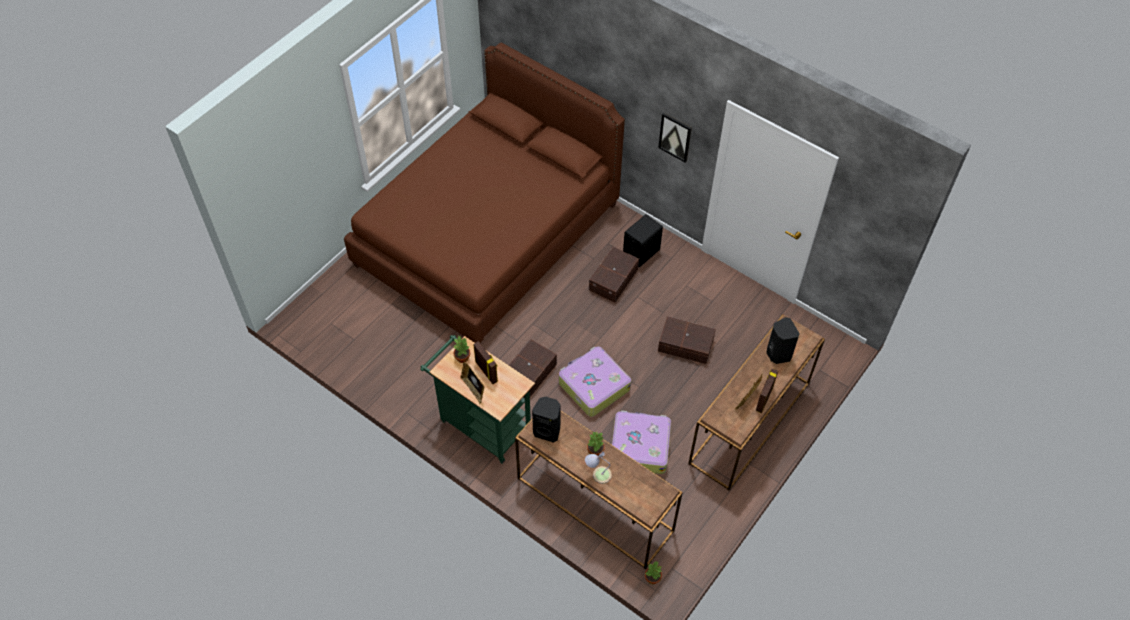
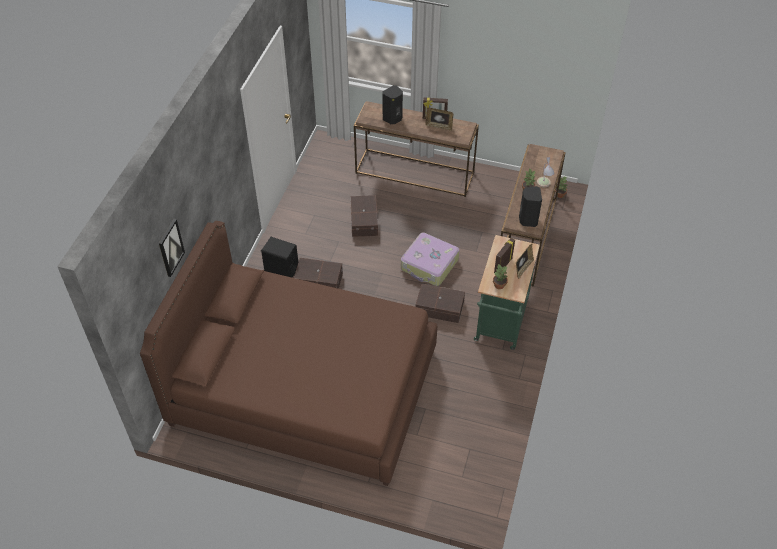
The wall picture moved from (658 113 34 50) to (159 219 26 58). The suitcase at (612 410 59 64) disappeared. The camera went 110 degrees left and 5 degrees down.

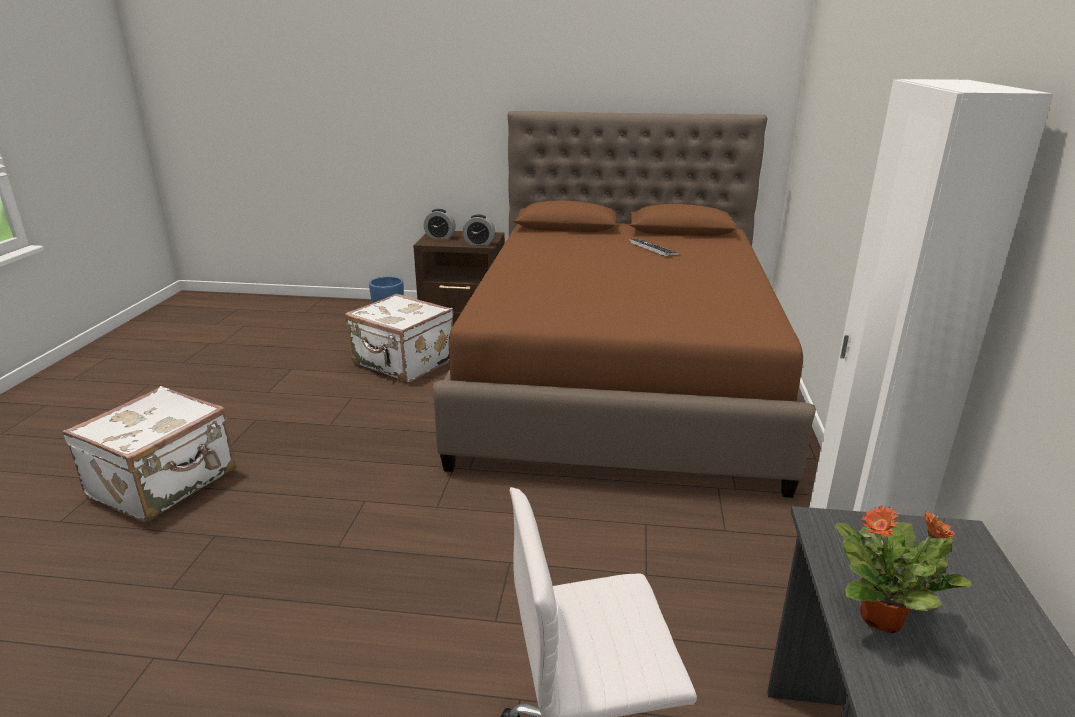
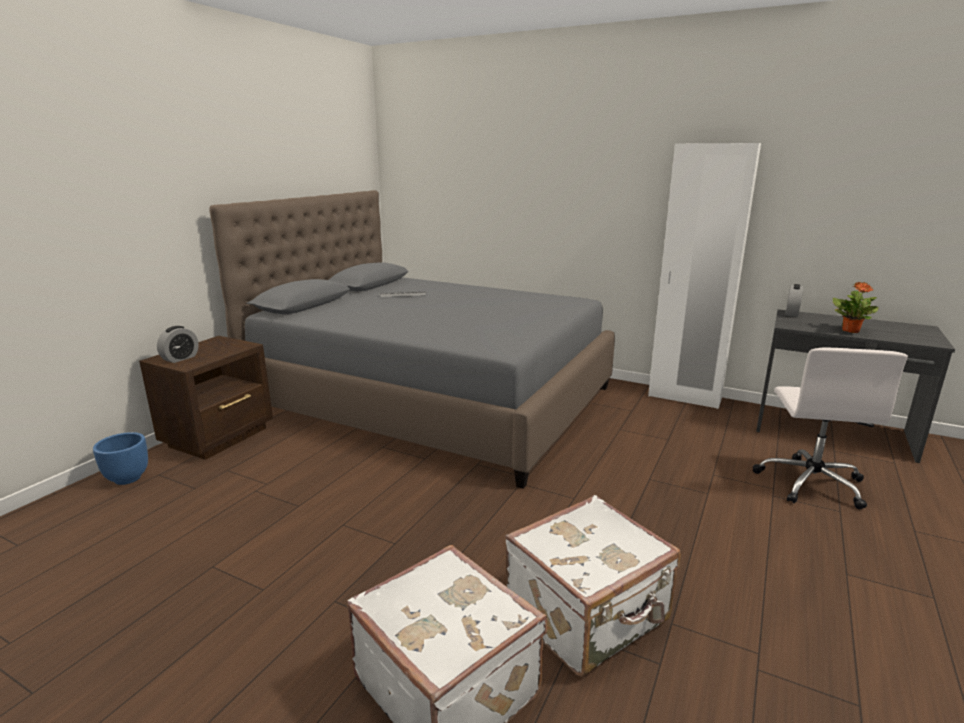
The brown-coloured bedroom bed at (433 111 383 387) became the gray bedroom bed at (209 190 406 299). The white suitcase moved from (345 294 109 88) to (505 495 176 182). The bedside clock moved from (463 214 32 31) to (785 284 18 33). The camera went 70 degrees left and 5 degrees down.

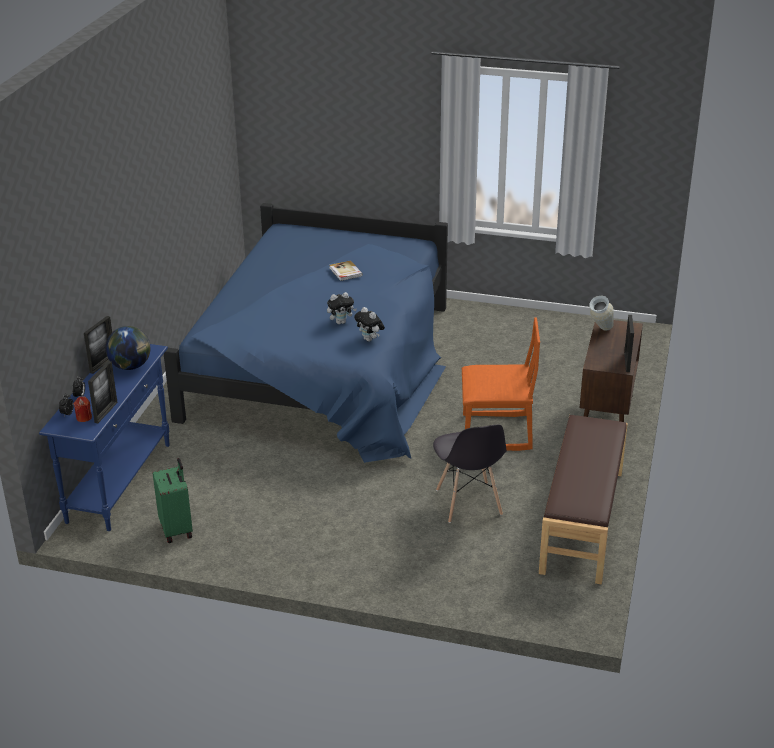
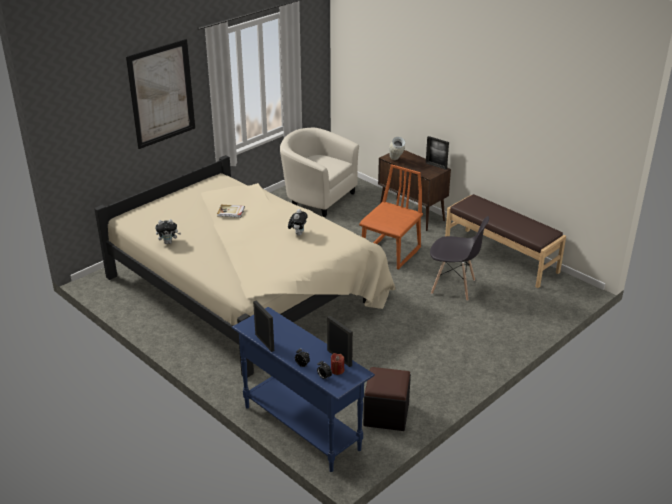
The bluish bedroom bed at (164 203 284 260) became the sand-coloured bedroom bed at (94 155 302 223). The wall picture at (126 39 69 110) appeared. The plush toy moved from (354 307 31 35) to (155 219 26 25). The sand-coloured lounge chair at (280 128 79 89) appeared. The green-coloured suitcase at (153 458 40 85) was replaced by the black-coloured ottoman at (363 367 48 64). The desk globe at (106 326 44 44) disappeared. The camera went 60 degrees left and 0 degrees up.

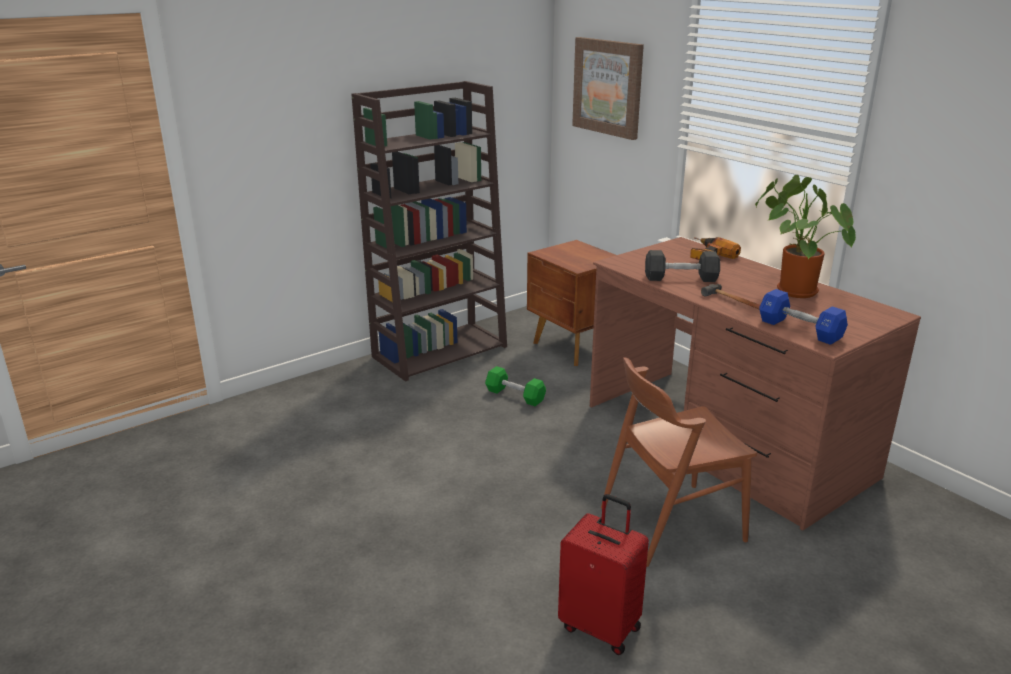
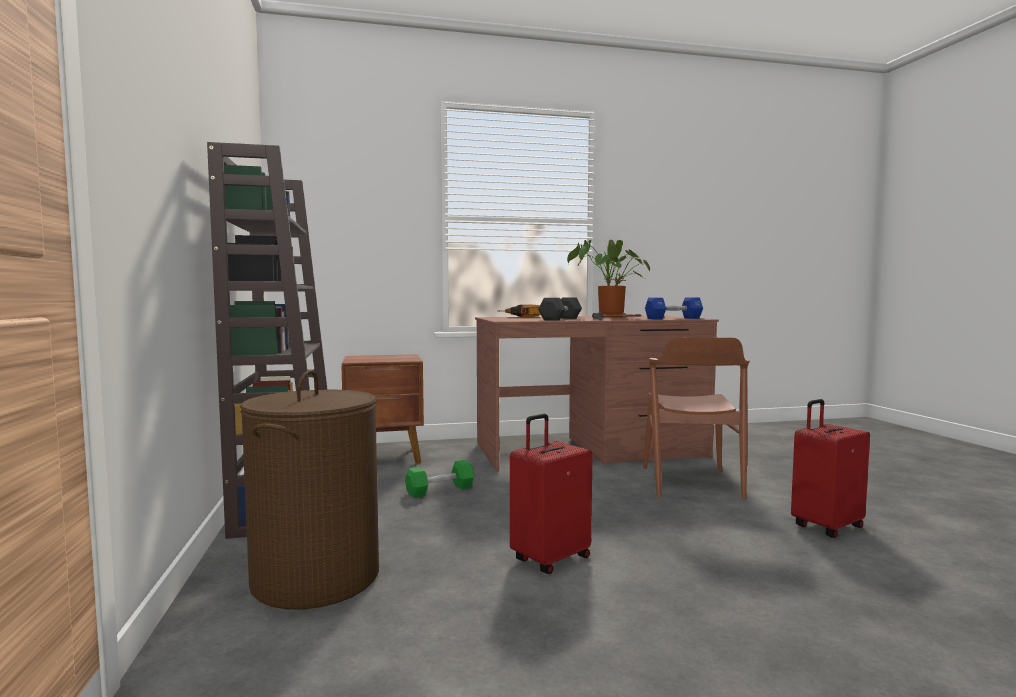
The brown-coloured hamper at (240 370 139 239) appeared. The red-coloured suitcase at (510 414 82 160) appeared. The wall picture at (572 37 72 103) disappeared. The camera went 65 degrees left and 20 degrees down.

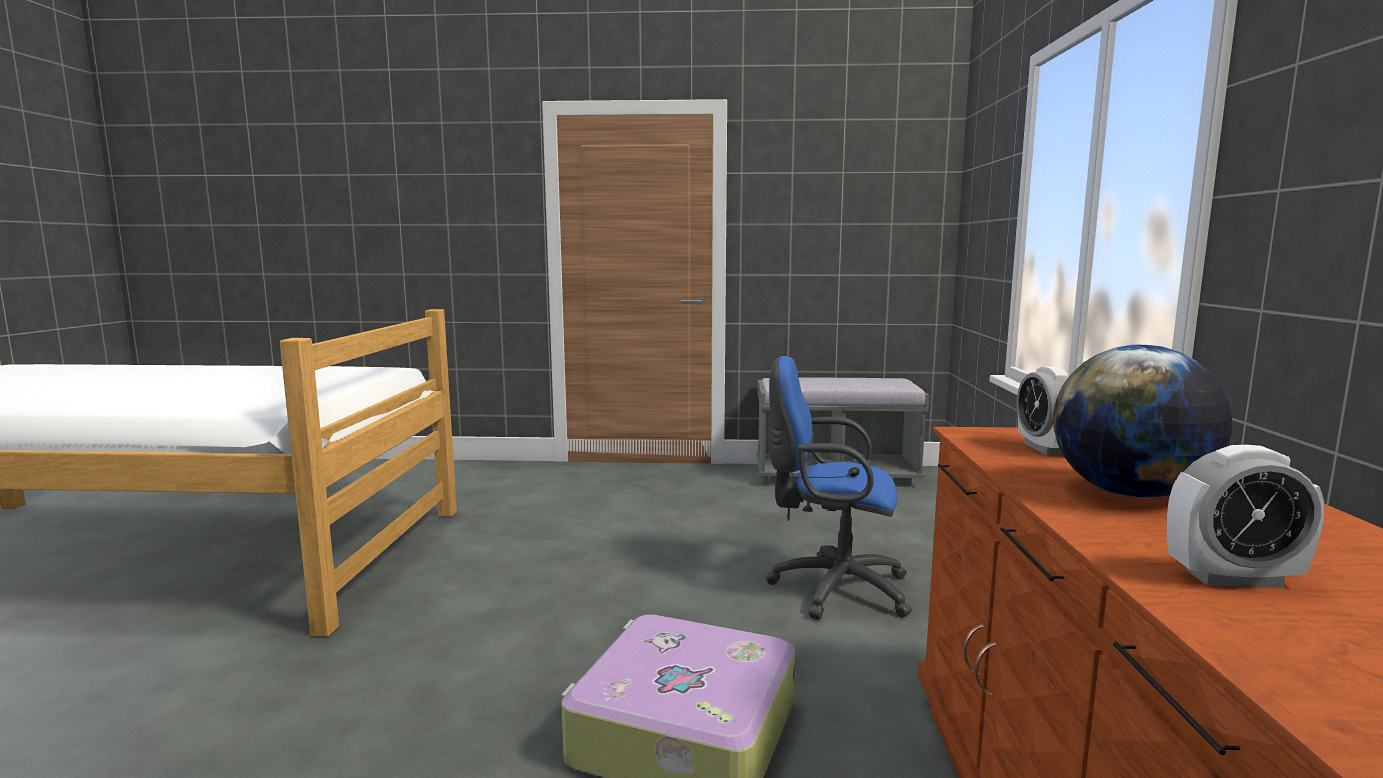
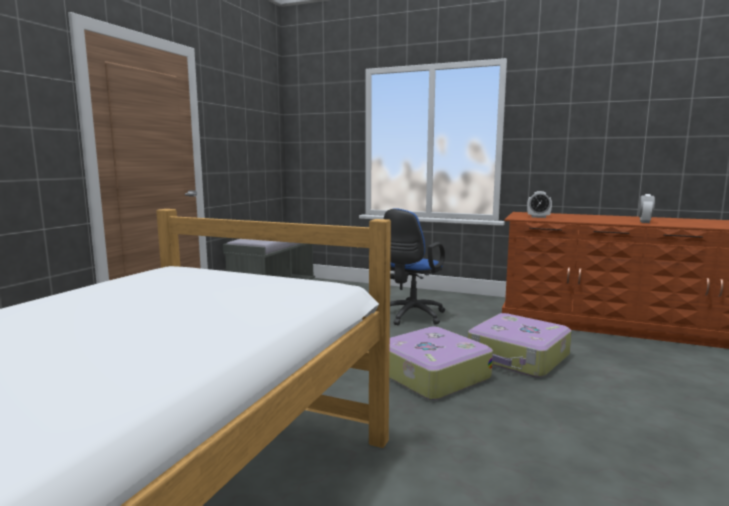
The suitcase at (389 326 104 74) appeared. The desk globe at (1053 345 179 153) disappeared. The camera went 70 degrees left and 0 degrees up.

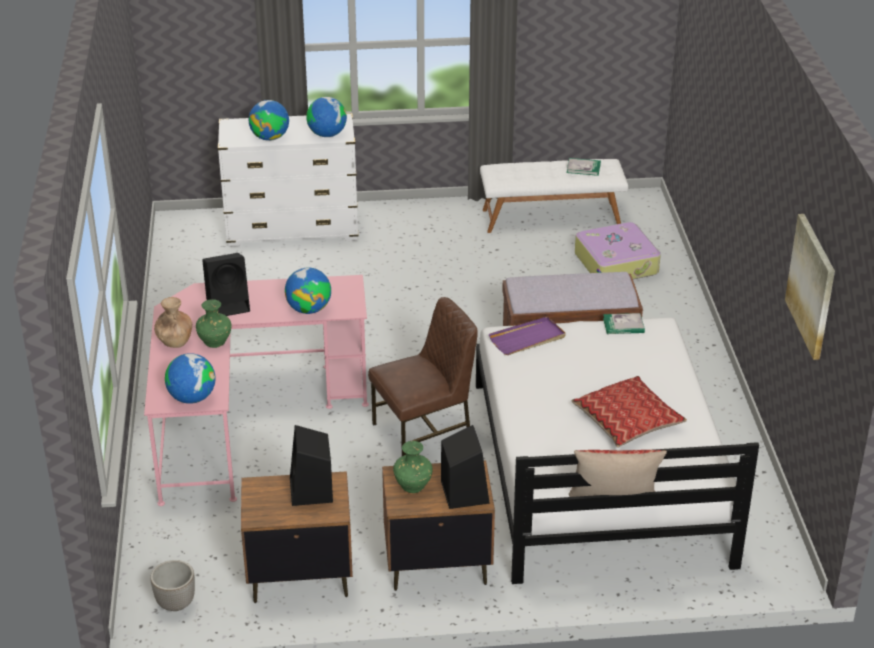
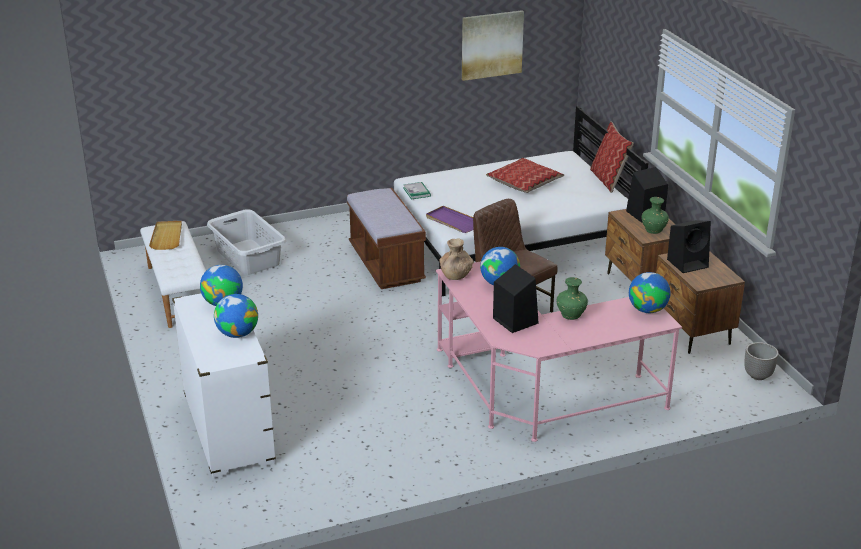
The bound book at (567 158 34 18) was replaced by the sand-coloured carrying tray at (149 221 33 29). The suitcase at (575 222 86 57) was replaced by the gray hamper at (207 209 79 66). The brown-coloured vase moved from (154 297 38 51) to (439 238 35 42). The camera went 105 degrees left and 5 degrees down.

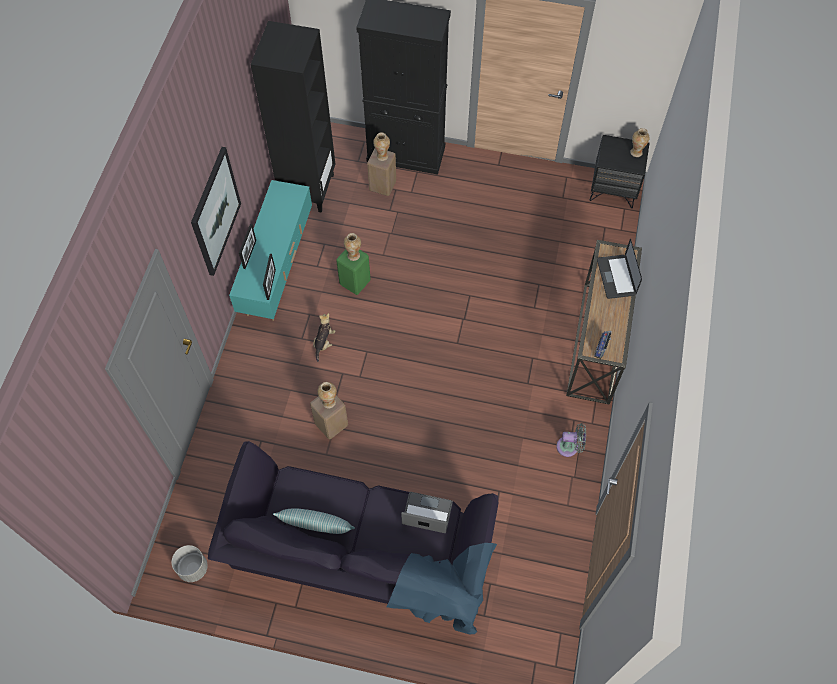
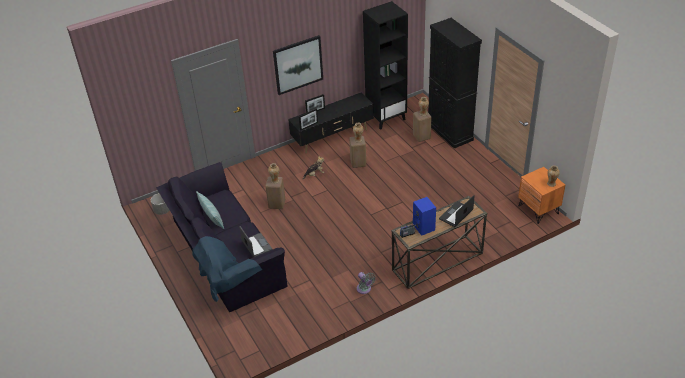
The blue-green tv unit at (229 180 83 141) became the black-coloured tv unit at (288 92 86 61). The green-coloured sitting stool at (336 249 35 46) became the sand-coloured sitting stool at (349 136 17 32). The bluish loudspeaker at (413 197 23 39) appeared. The black-coloured night table at (590 135 59 73) became the orange night table at (518 167 47 57). The camera went 50 degrees right and 20 degrees down.

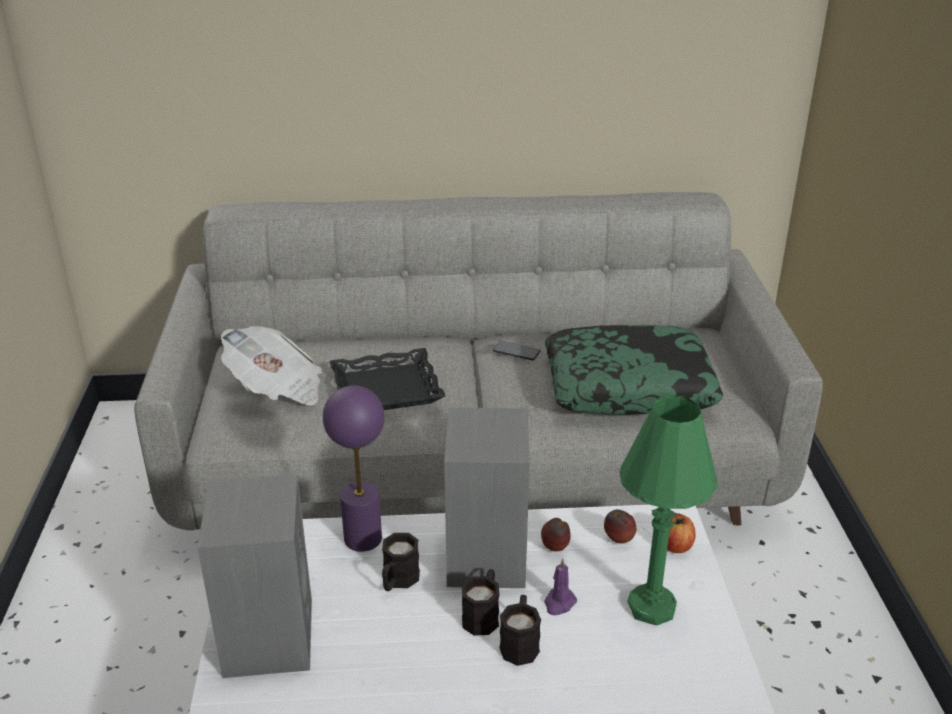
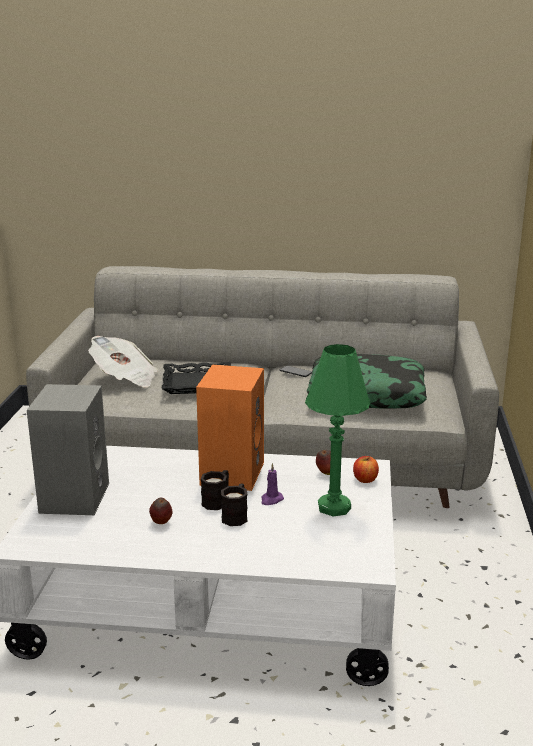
The apple fruit moved from (541 518 29 33) to (149 498 23 26). The gray loudspeaker at (444 407 86 181) became the orange loudspeaker at (196 365 68 126). The purple-coloured lamp for a table at (323 385 62 167) disappeared. The black-coloured coffee mug at (382 533 38 58) disappeared. The camera went 10 degrees right and 10 degrees down.

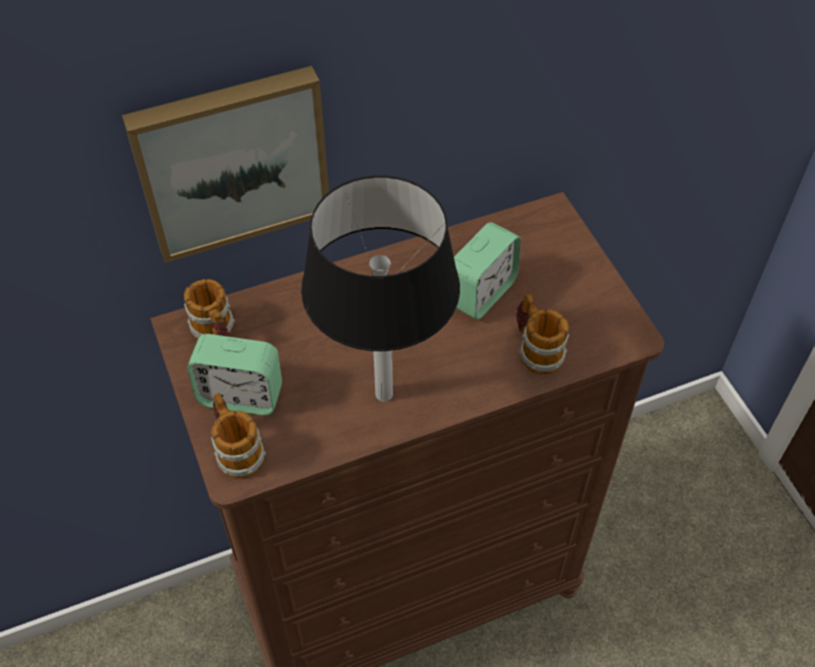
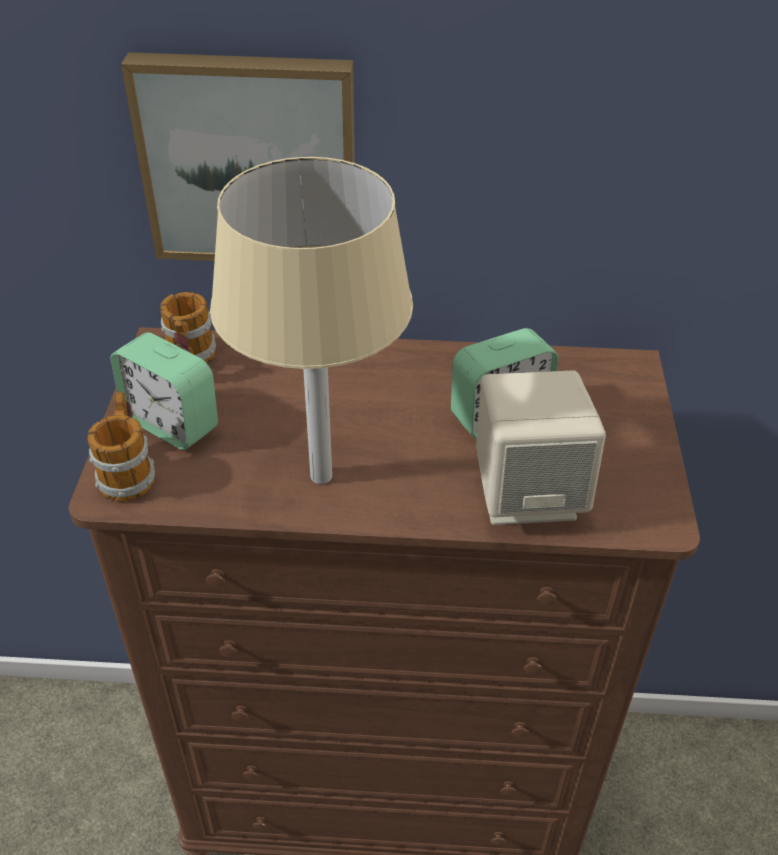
The black-coloured lamp for a table at (301 175 159 227) became the sand-coloured lamp for a table at (210 157 203 327). The coffee mug at (516 293 53 81) was replaced by the sand-coloured loudspeaker at (476 370 130 155). The camera went 25 degrees right and 10 degrees down.

